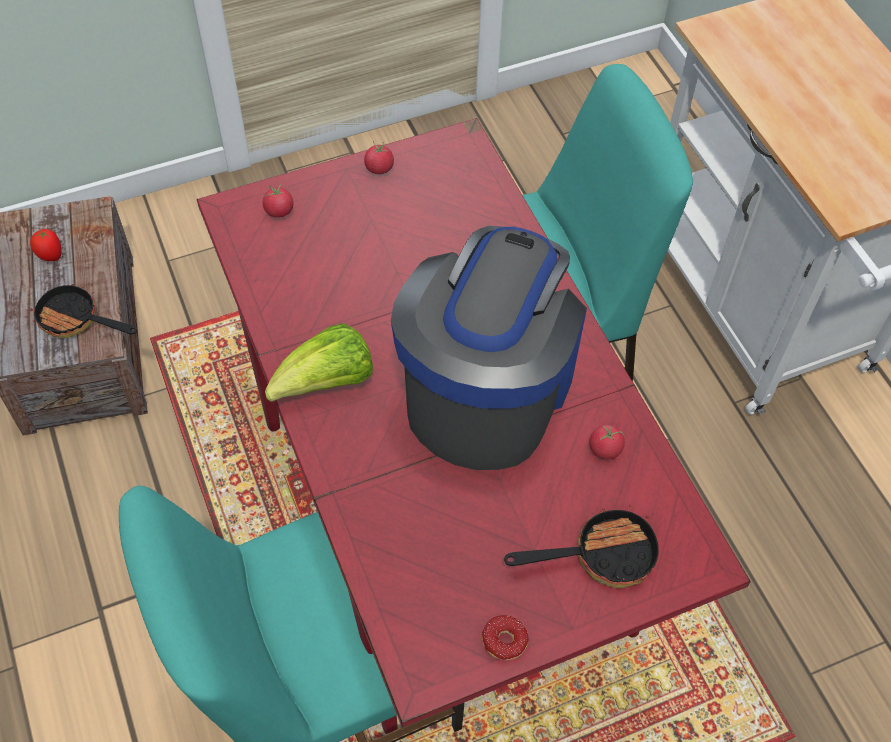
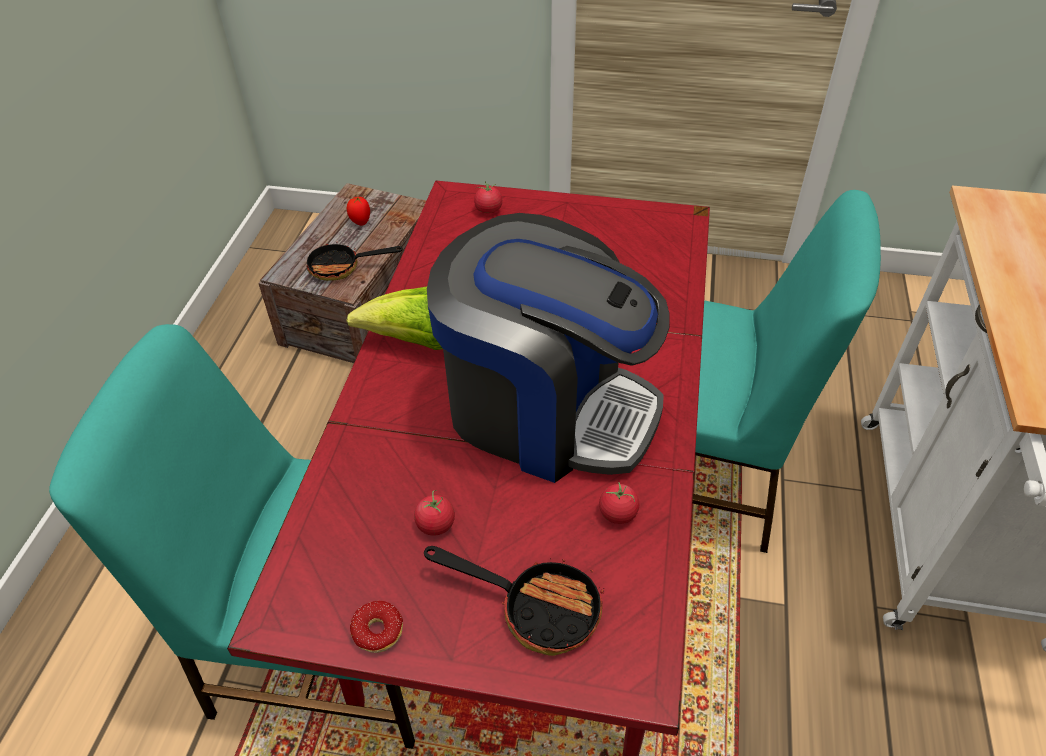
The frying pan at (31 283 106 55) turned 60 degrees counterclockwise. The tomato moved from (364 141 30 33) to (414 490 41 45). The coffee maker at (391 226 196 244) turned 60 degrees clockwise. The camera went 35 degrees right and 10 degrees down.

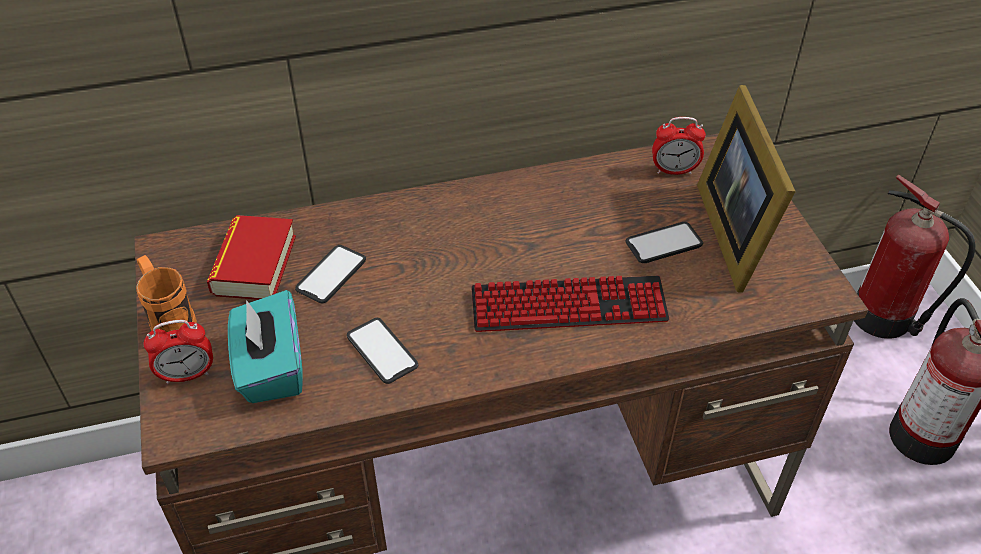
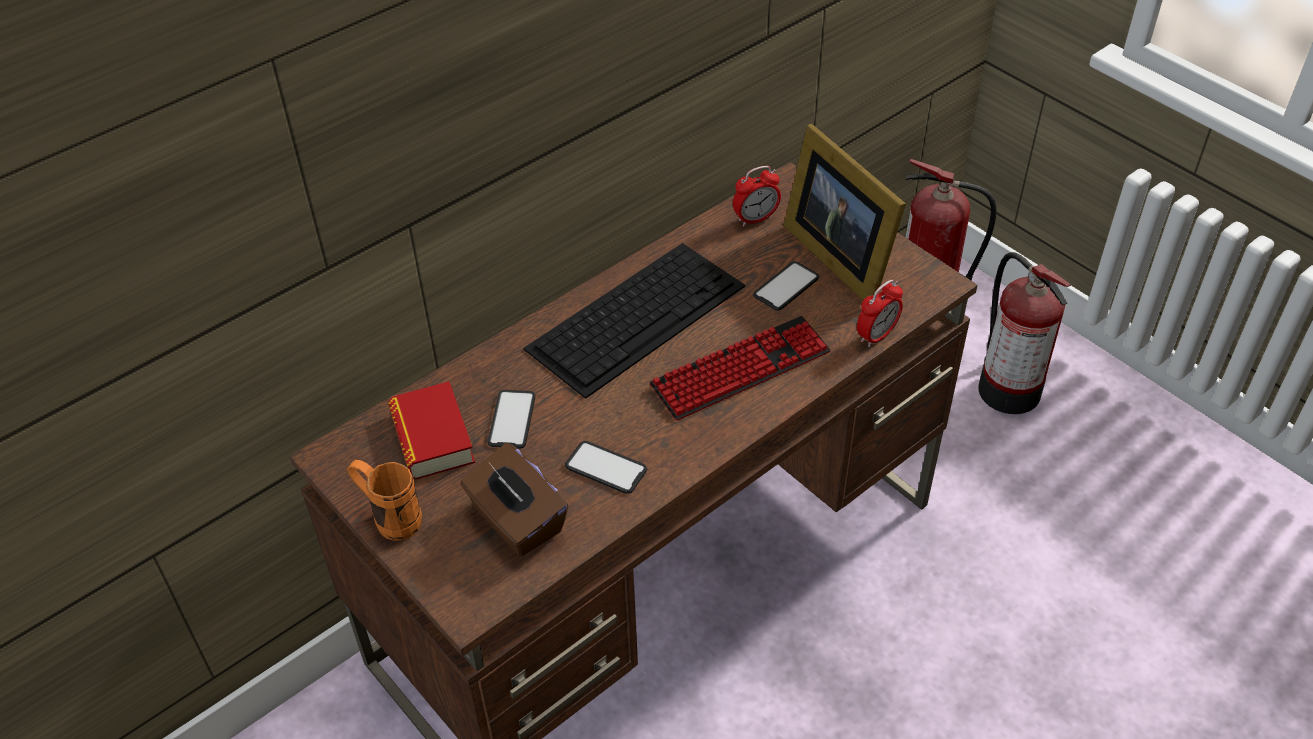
The blue-green tissue holder at (228 290 75 113) became the brown-coloured tissue holder at (460 443 108 113). The keyboard at (524 243 221 156) appeared. The bedside clock moved from (144 320 69 64) to (857 280 46 67). The camera went 25 degrees left and 0 degrees up.

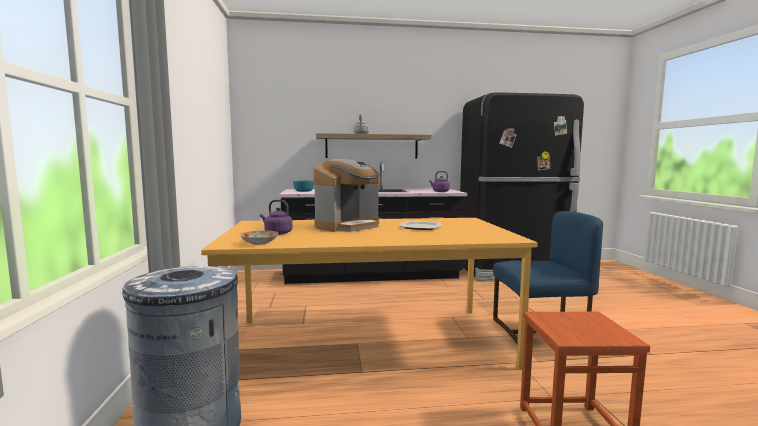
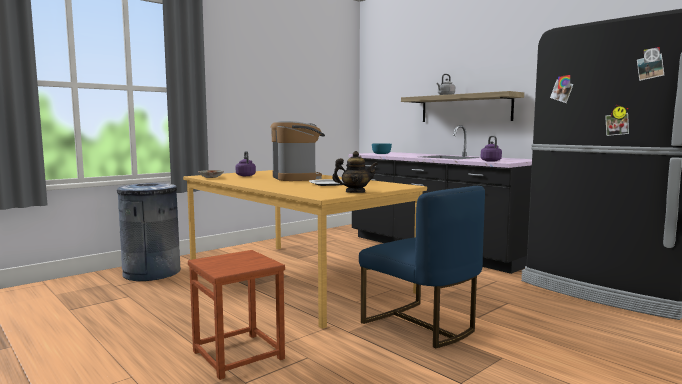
The coffee maker at (314 159 65 73) turned 120 degrees counterclockwise. The pot for tea at (332 151 46 42) appeared. The camera went 55 degrees right and 0 degrees up.

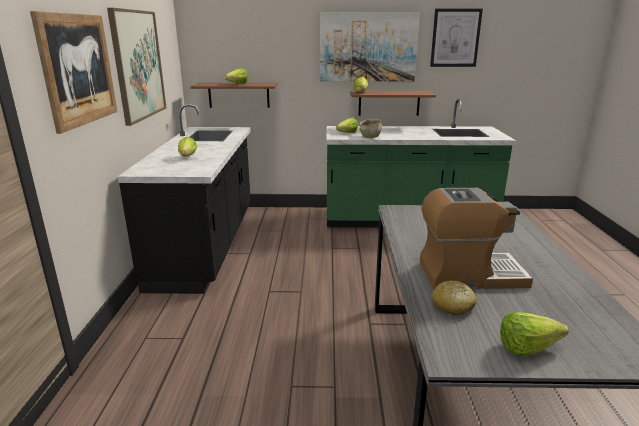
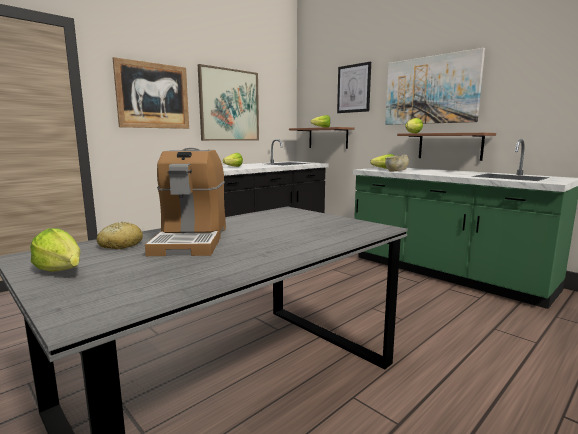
The coffee maker at (420 188 113 101) turned 45 degrees clockwise. The wall picture moved from (430 9 53 58) to (337 62 34 51). The camera went 45 degrees right and 10 degrees down.

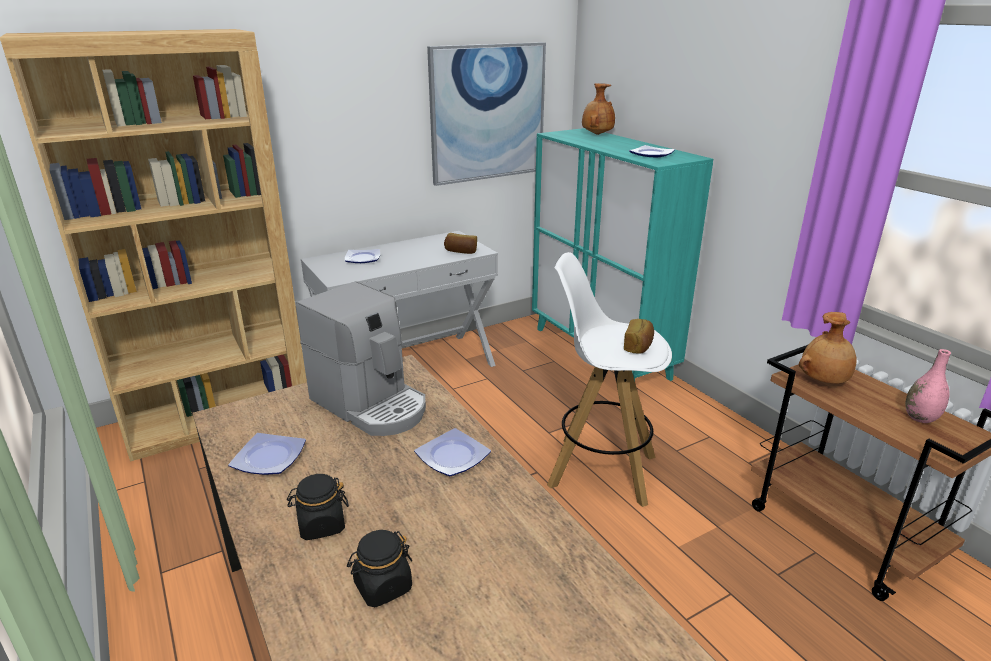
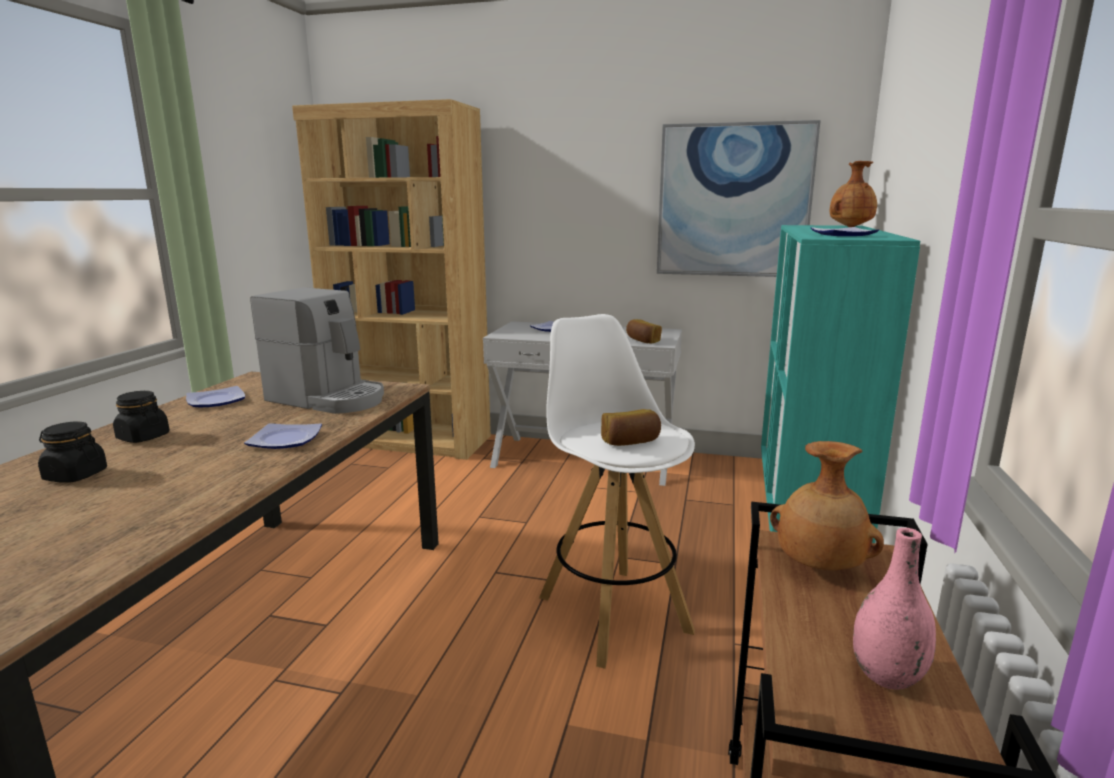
The coffee maker at (296 281 130 155) turned 60 degrees counterclockwise. The camera went 45 degrees right and 10 degrees down.

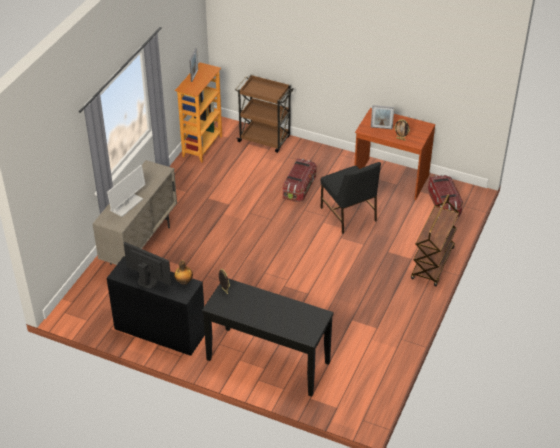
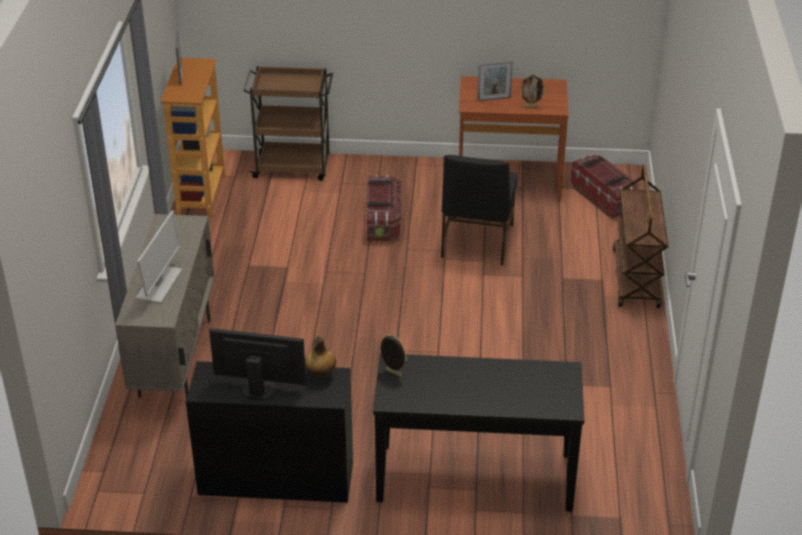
The black-coloured chair at (321 162 60 72) turned 60 degrees clockwise. The camera went 20 degrees left and 5 degrees down.

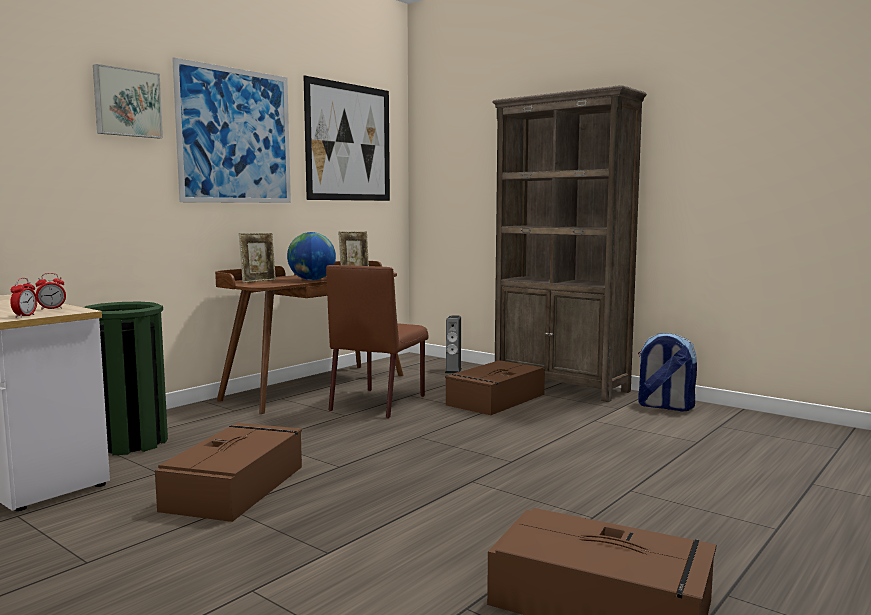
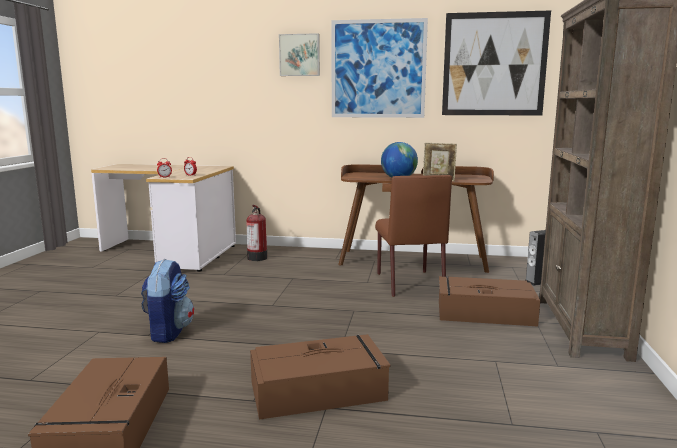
The rucksack moved from (638 333 59 78) to (141 259 53 84). The green-coloured rubbish bin at (84 302 84 154) was replaced by the fire-fighting cylinder at (246 205 21 56). The brown-coloured storage bin moved from (155 423 147 99) to (250 334 140 86). The brown-coloured chair at (326 265 102 153) turned 90 degrees counterclockwise. The photo frame at (239 233 37 50) disappeared. The camera went 60 degrees right and 5 degrees up.

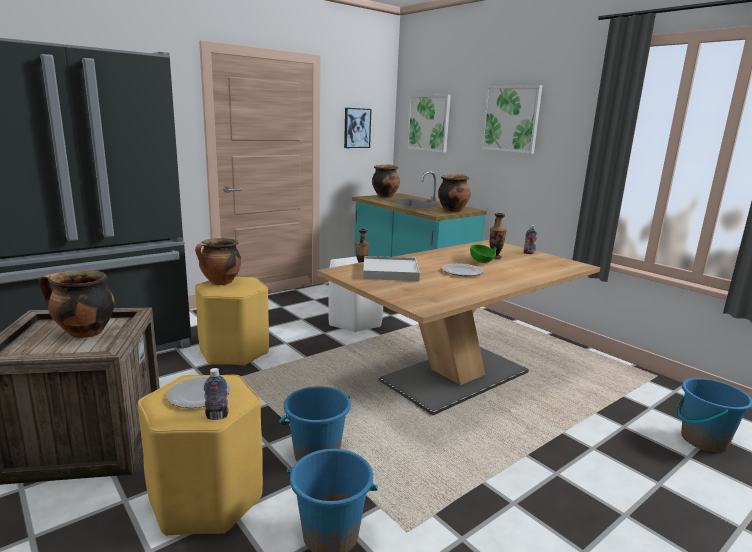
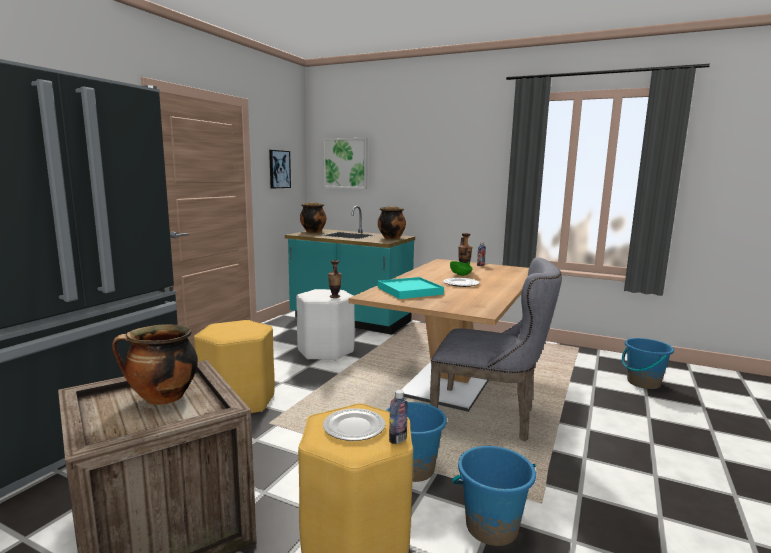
The white carrying tray at (363 256 57 25) became the blue-green carrying tray at (378 277 66 22). The gray chair at (430 257 132 185) appeared. The cooking pot at (195 238 46 47) disappeared. The wall picture at (481 85 61 69) disappeared. The camera went 25 degrees left and 5 degrees down.

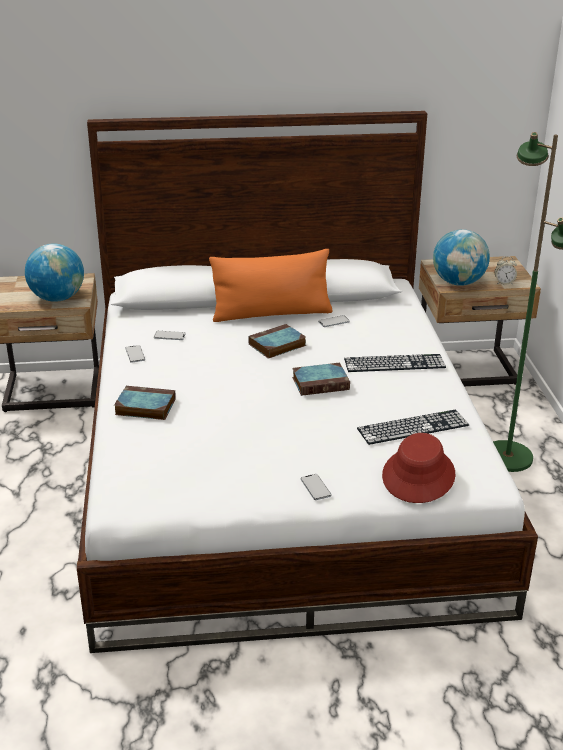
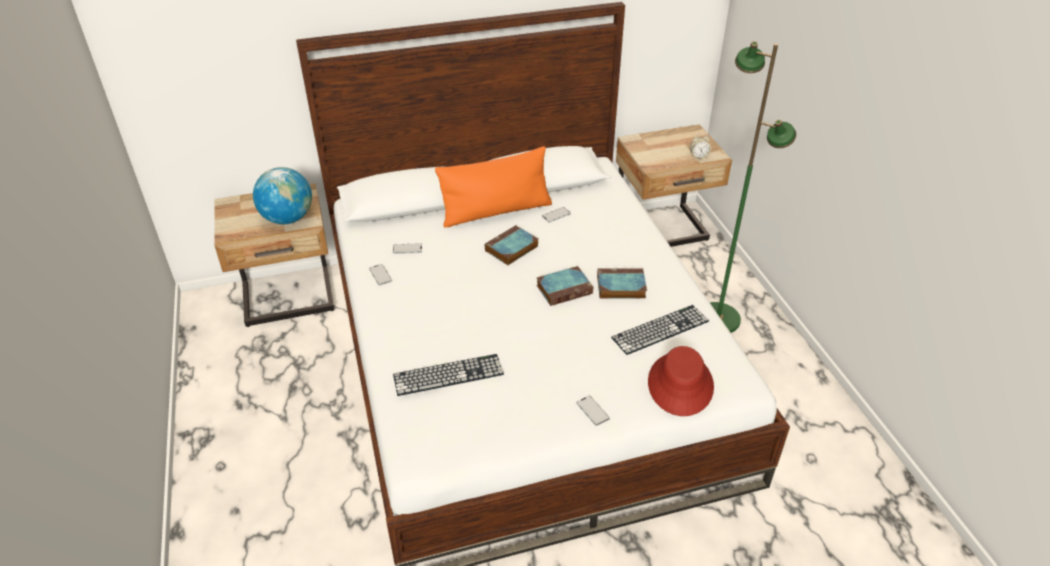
The keyboard moved from (344 354 102 18) to (393 354 111 42). The bound book moved from (114 386 62 34) to (597 268 50 31). The desk globe at (433 229 57 57) disappeared. The camera went 10 degrees left and 10 degrees up.

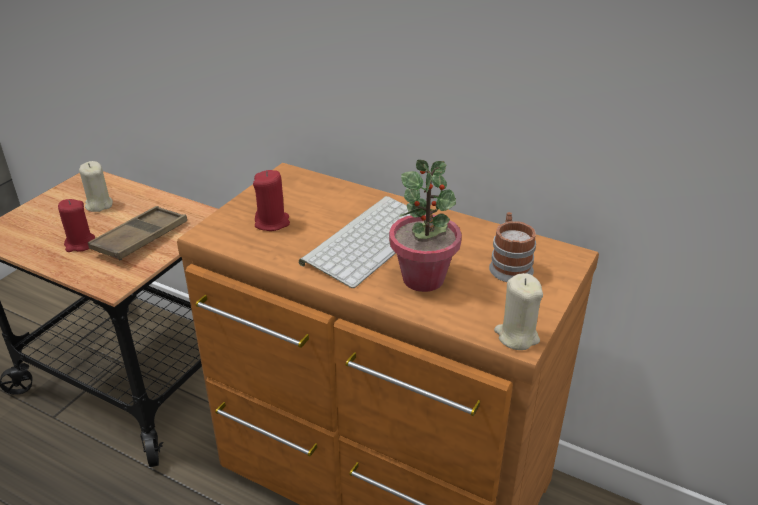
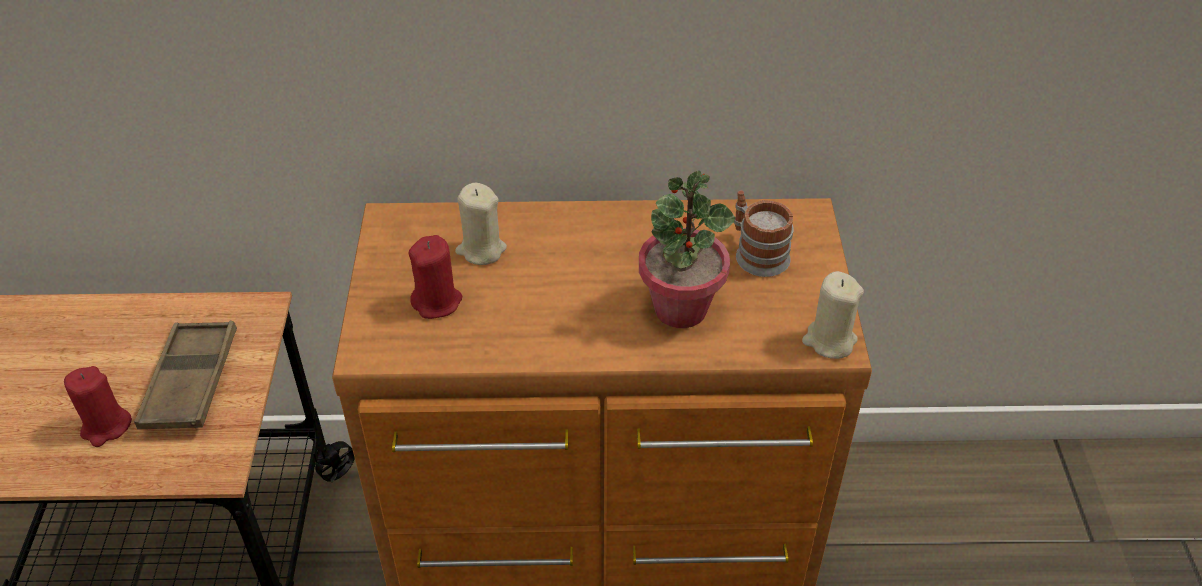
The sand-coloured candle moved from (79 161 34 51) to (455 182 52 83). The keyboard at (299 196 111 92) disappeared. The camera went 30 degrees left and 10 degrees up.

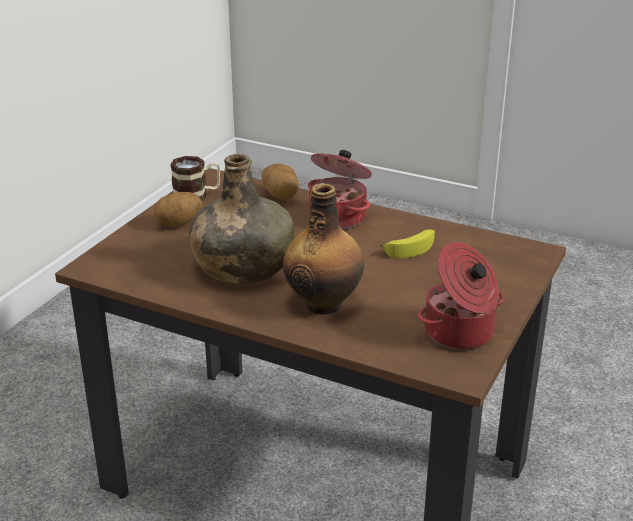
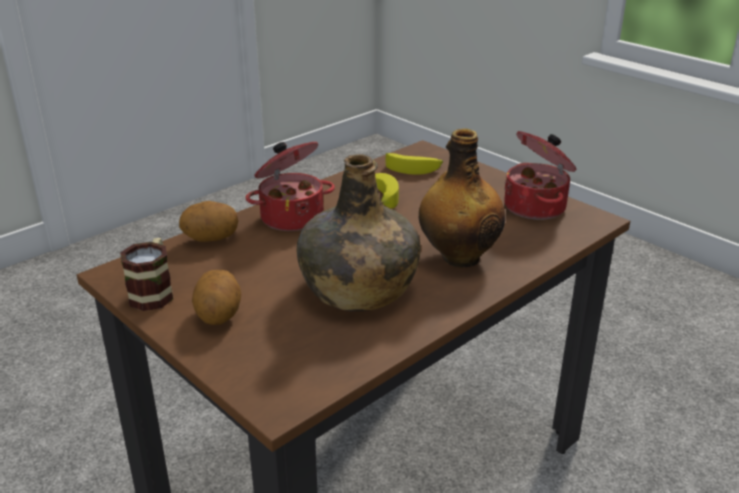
The banana fruit at (386 153 57 22) appeared. The camera went 70 degrees left and 0 degrees up.

